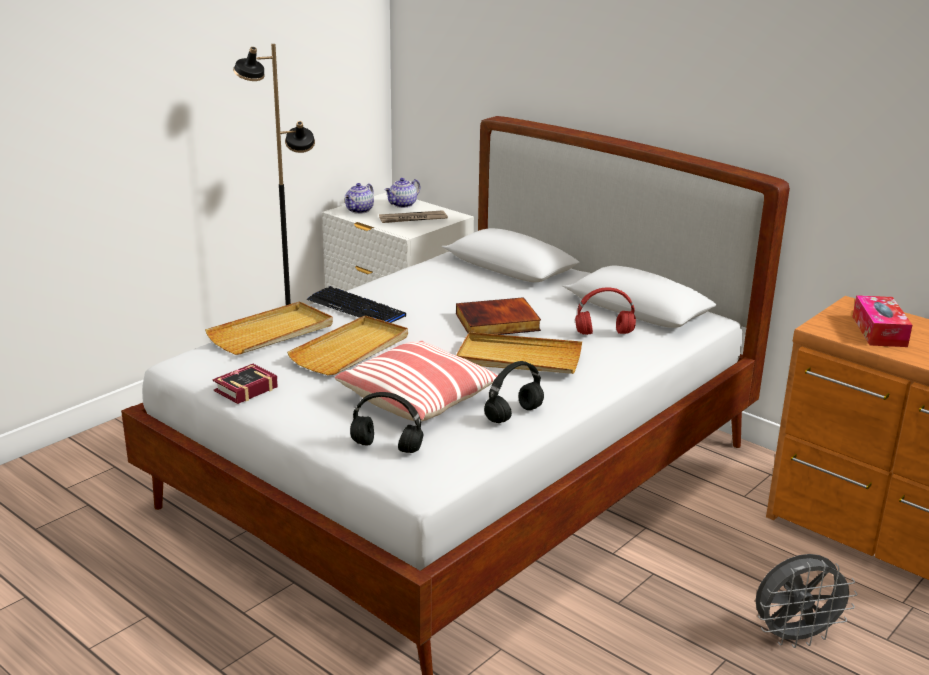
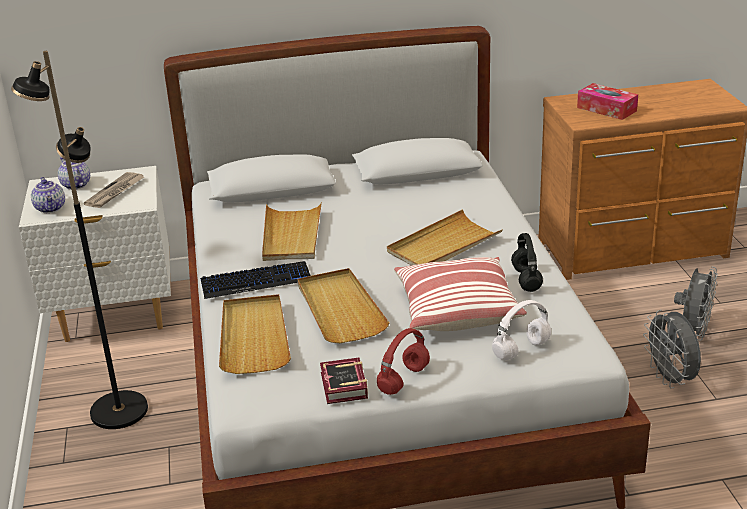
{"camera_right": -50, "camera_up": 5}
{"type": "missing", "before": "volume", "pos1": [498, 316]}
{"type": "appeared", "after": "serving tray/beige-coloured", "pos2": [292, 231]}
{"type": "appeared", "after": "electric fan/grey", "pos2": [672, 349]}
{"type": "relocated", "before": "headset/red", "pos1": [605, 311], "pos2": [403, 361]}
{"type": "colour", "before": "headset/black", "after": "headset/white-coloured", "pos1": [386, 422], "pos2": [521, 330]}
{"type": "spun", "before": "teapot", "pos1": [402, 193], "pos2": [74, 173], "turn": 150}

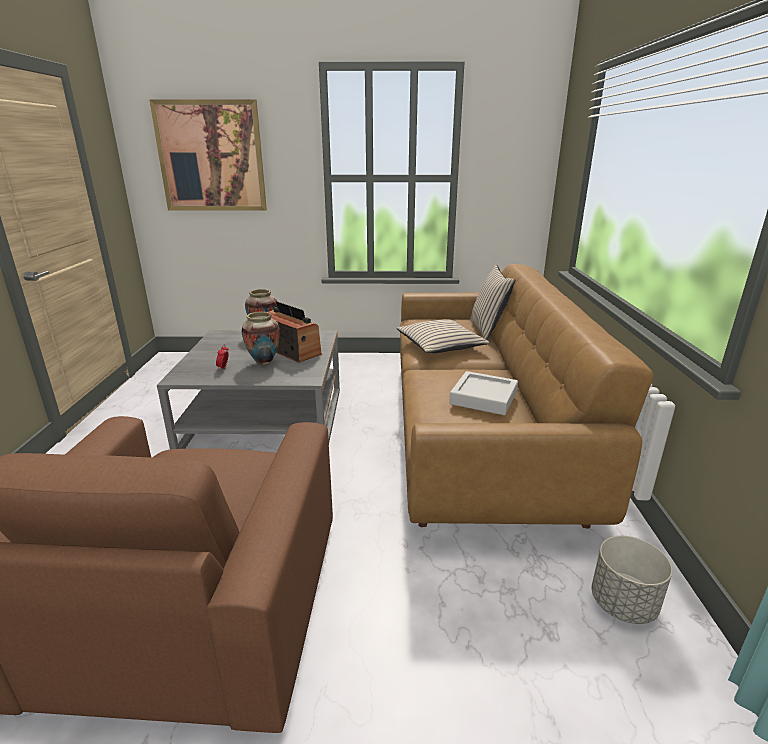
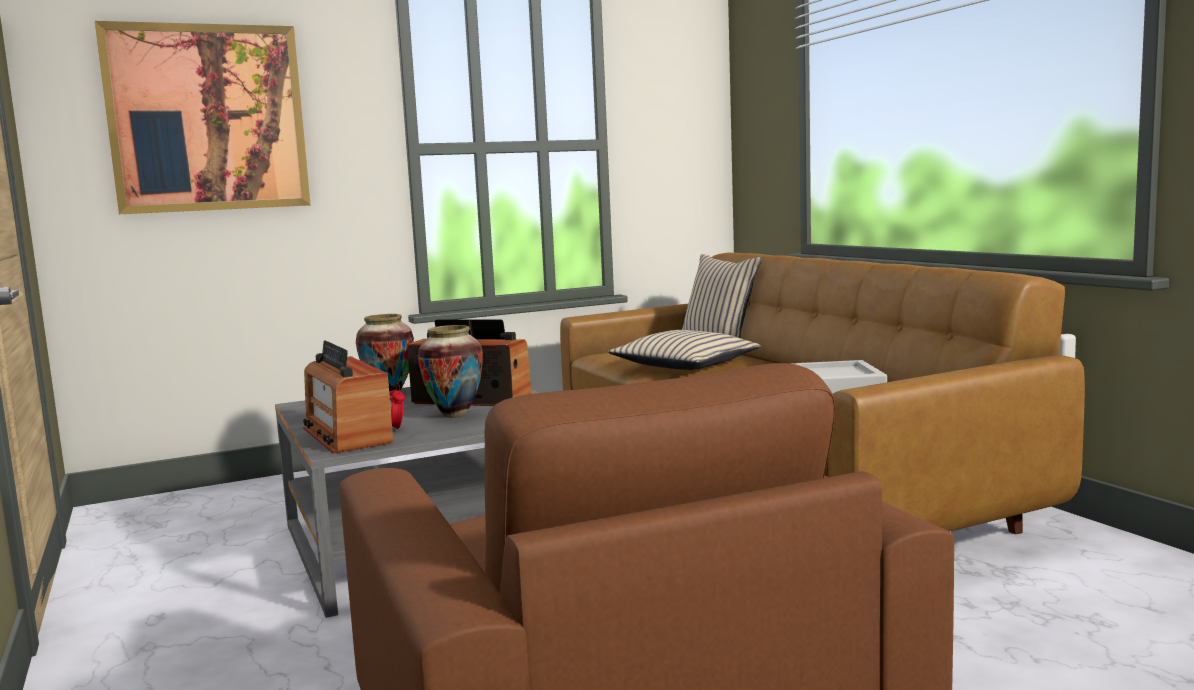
{"camera_right": -25, "camera_up": -15}
{"type": "missing", "before": "plant pot/grey", "pos1": [632, 580]}
{"type": "appeared", "after": "radio set", "pos2": [348, 396]}

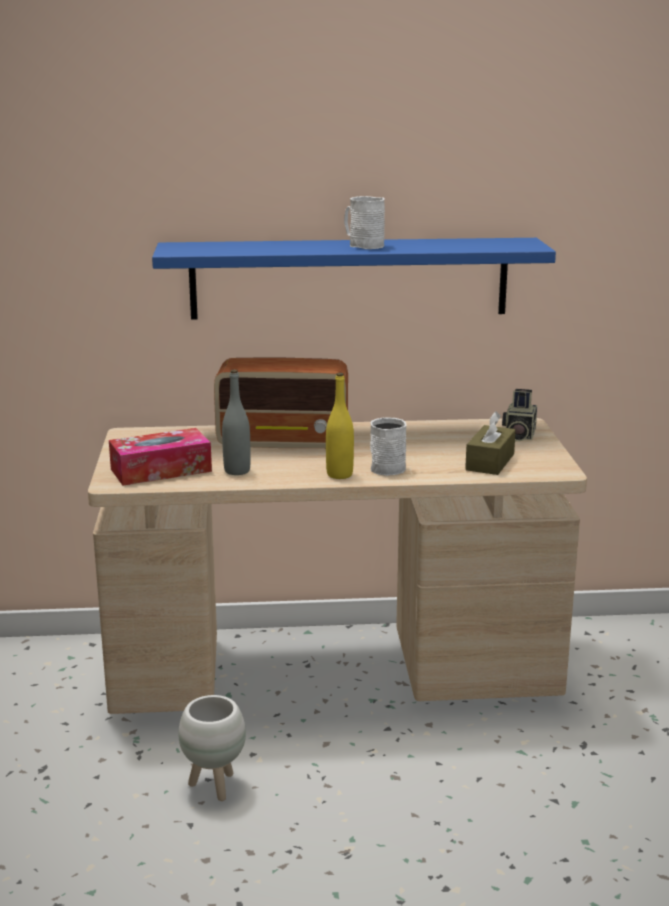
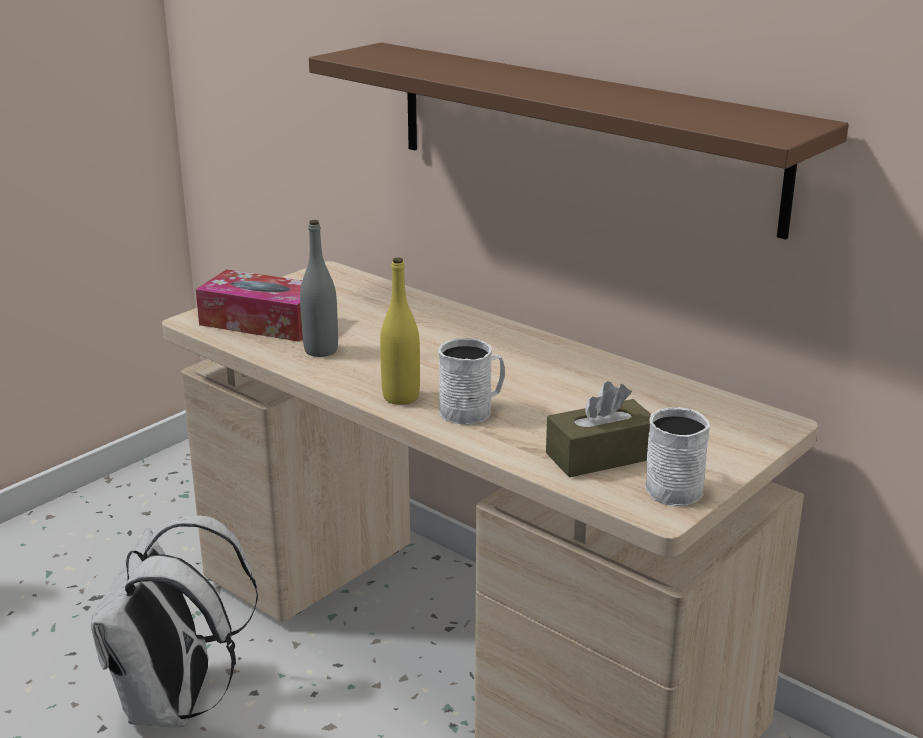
{"camera_right": 45, "camera_up": 5}
{"type": "missing", "before": "radio set", "pos1": [281, 403]}
{"type": "missing", "before": "still camera", "pos1": [519, 415]}
{"type": "relocated", "before": "tea mug/white-coloured", "pos1": [364, 222], "pos2": [677, 456]}
{"type": "exchanged", "before": "plant pot/white-coloured", "after": "backpack/white-coloured", "pos1": [212, 748], "pos2": [174, 621]}
{"type": "colour", "before": "shelf/blue", "after": "shelf/brownish", "pos1": [354, 279], "pos2": [579, 140]}

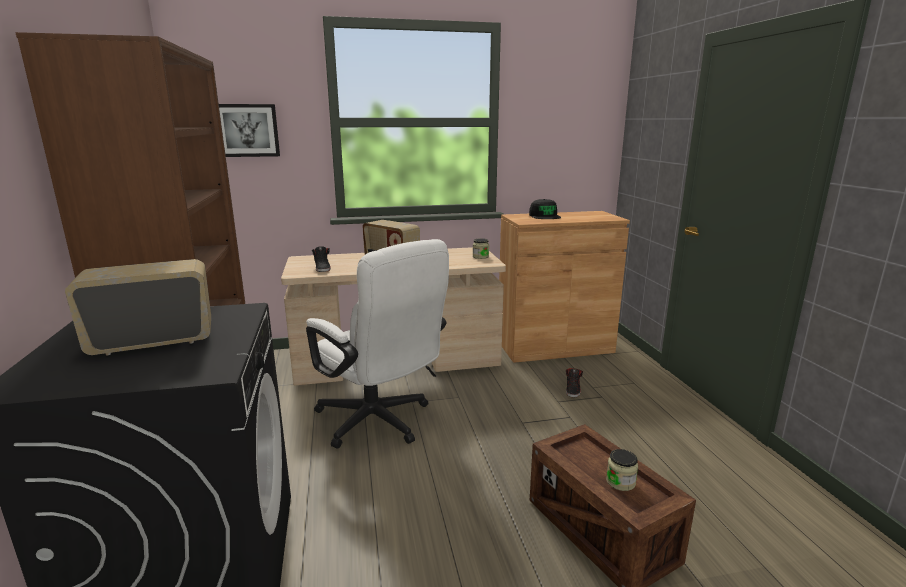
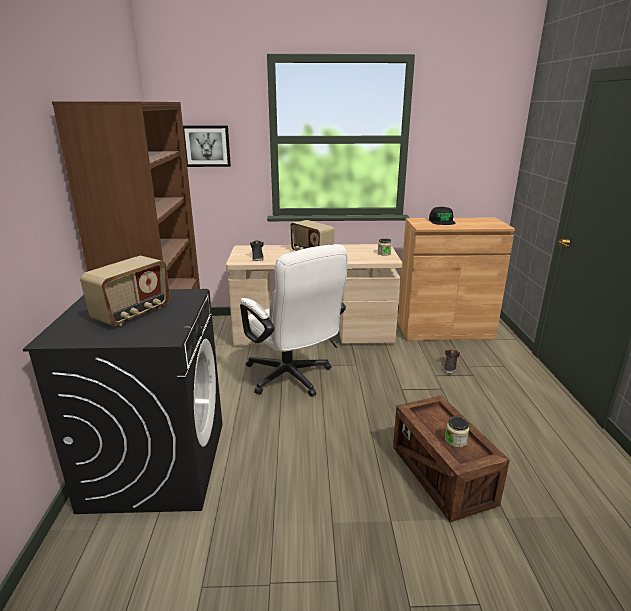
{"camera_right": 10, "camera_up": 5}
{"type": "spun", "before": "radio set", "pos1": [138, 307], "pos2": [125, 291], "turn": 135}

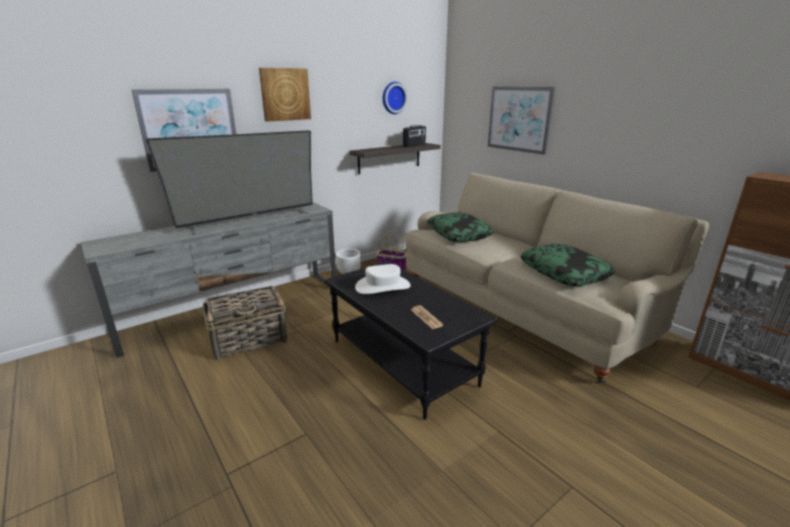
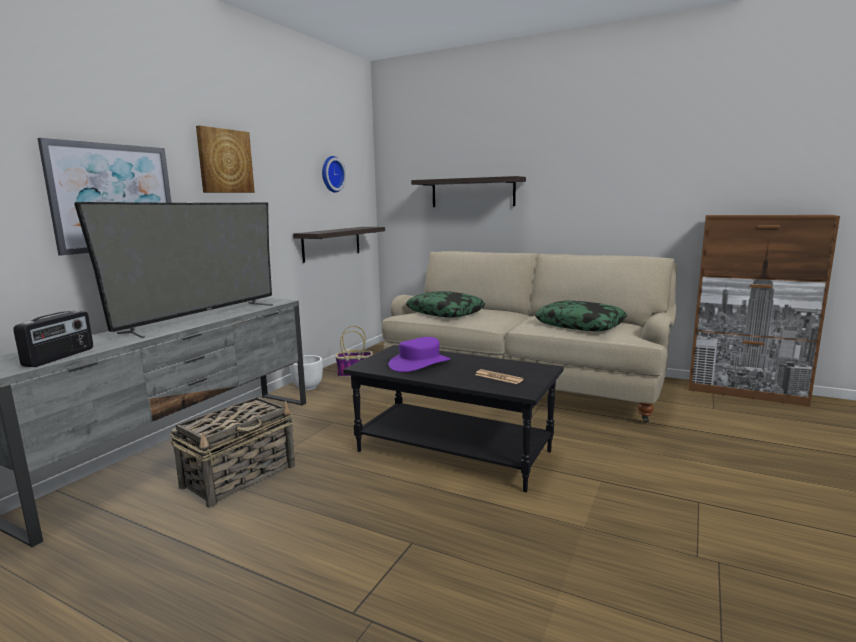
{"camera_right": -25, "camera_up": -10}
{"type": "relocated", "before": "radio set", "pos1": [414, 136], "pos2": [53, 338]}
{"type": "exchanged", "before": "wall picture", "after": "shelf", "pos1": [521, 120], "pos2": [468, 191]}
{"type": "colour", "before": "wearable hat/white-coloured", "after": "wearable hat/purple-coloured", "pos1": [383, 279], "pos2": [419, 354]}

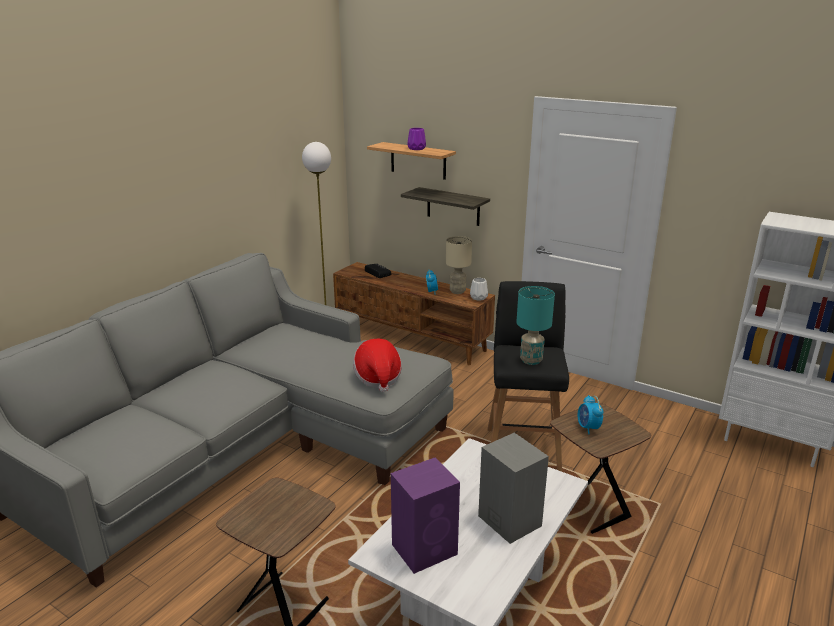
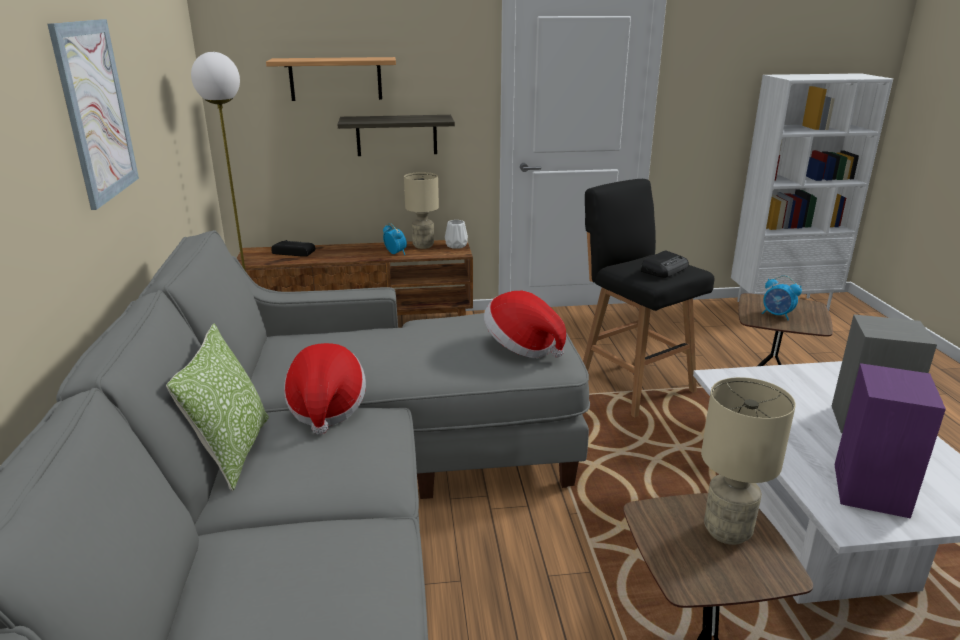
{"camera_right": -40, "camera_up": 0}
{"type": "missing", "before": "vase/purple-coloured", "pos1": [416, 139]}
{"type": "appeared", "after": "wall picture", "pos2": [93, 114]}
{"type": "appeared", "after": "pillow", "pos2": [217, 407]}
{"type": "appeared", "after": "wearable hat", "pos2": [325, 389]}
{"type": "appeared", "after": "tabletop lamp/beige-coloured", "pos2": [748, 461]}
{"type": "exchanged", "before": "tabletop lamp/turquoise", "after": "radio set", "pos1": [535, 325], "pos2": [665, 264]}

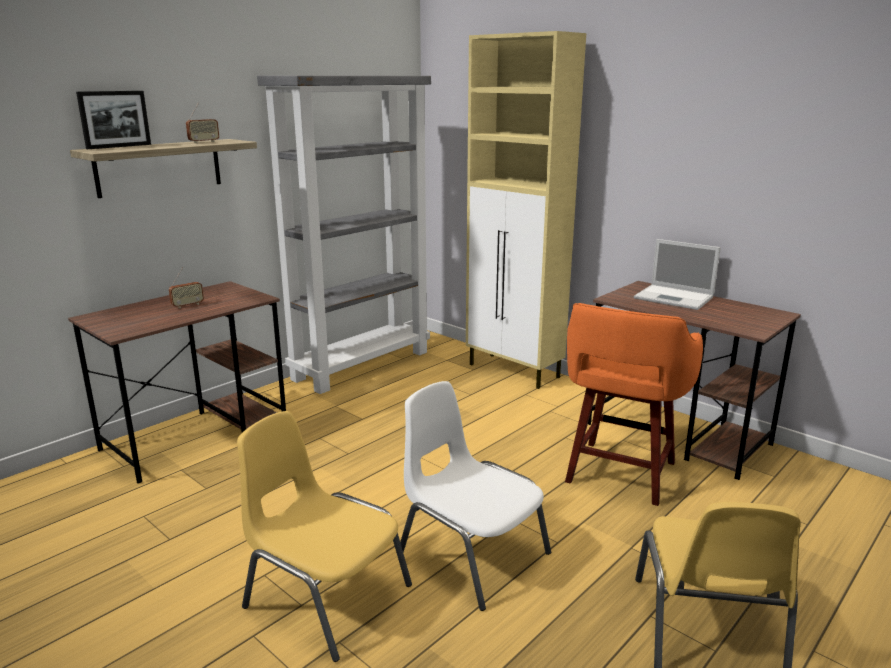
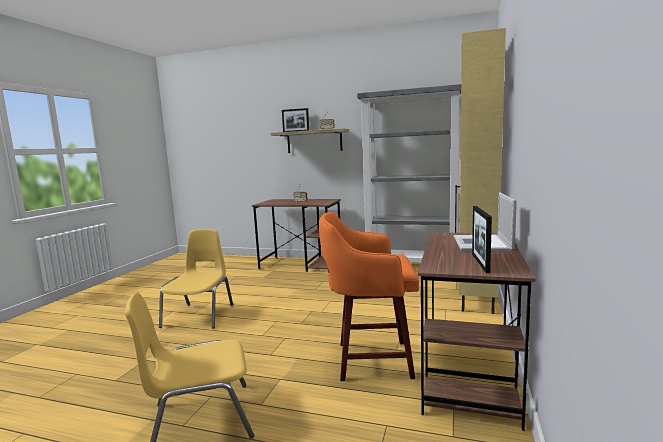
{"camera_right": 65, "camera_up": -10}
{"type": "missing", "before": "upright chair/white-coloured", "pos1": [475, 496]}
{"type": "appeared", "after": "picture frame", "pos2": [482, 239]}

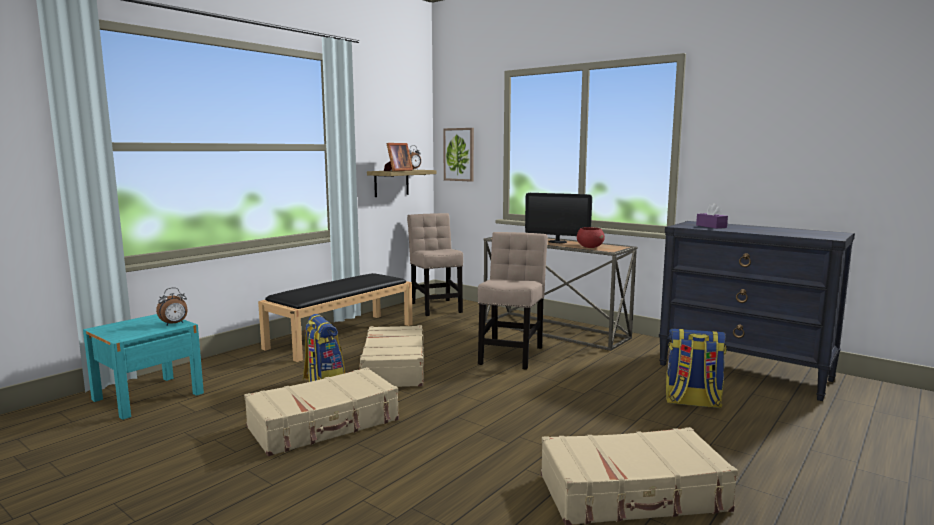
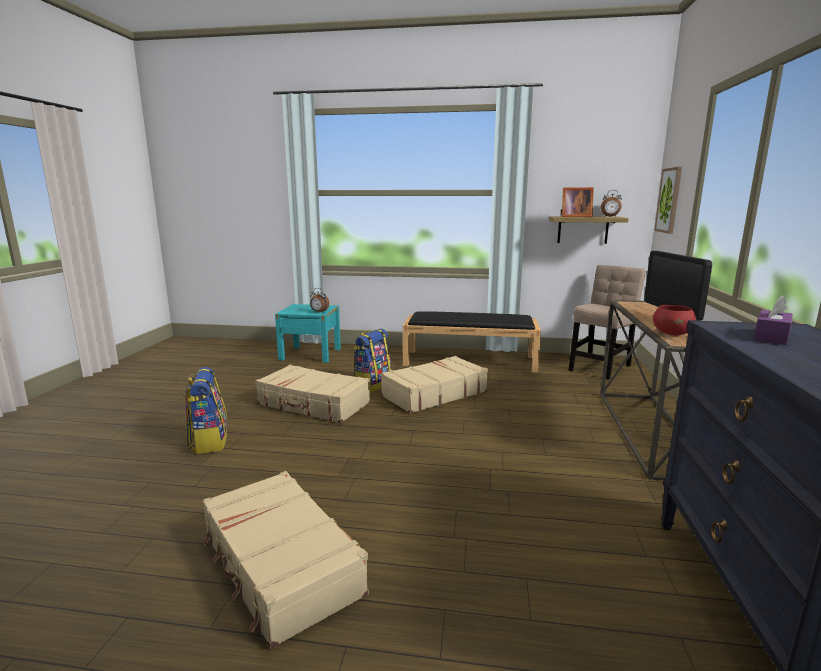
{"camera_right": 60, "camera_up": 5}
{"type": "missing", "before": "upright chair/beige-coloured", "pos1": [513, 301]}
{"type": "relocated", "before": "backpack", "pos1": [696, 368], "pos2": [206, 410]}

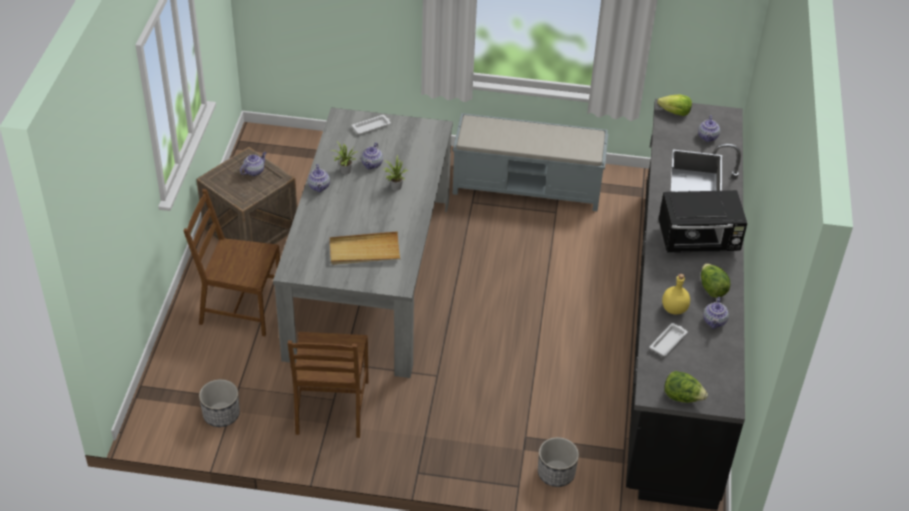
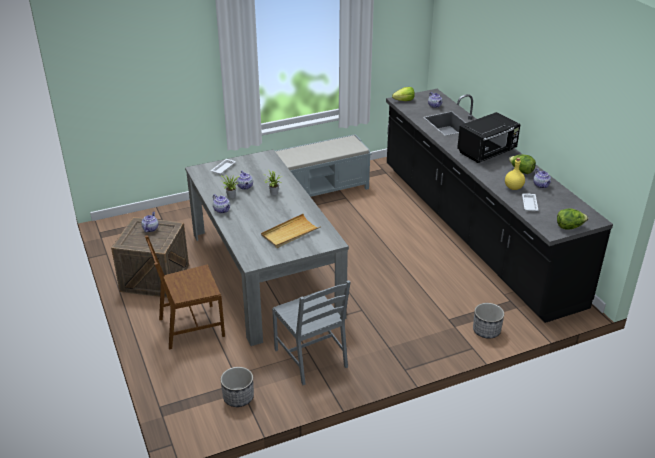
{"camera_right": -30, "camera_up": -10}
{"type": "colour", "before": "upright chair/brownish", "after": "upright chair/grey", "pos1": [328, 385], "pos2": [311, 332]}

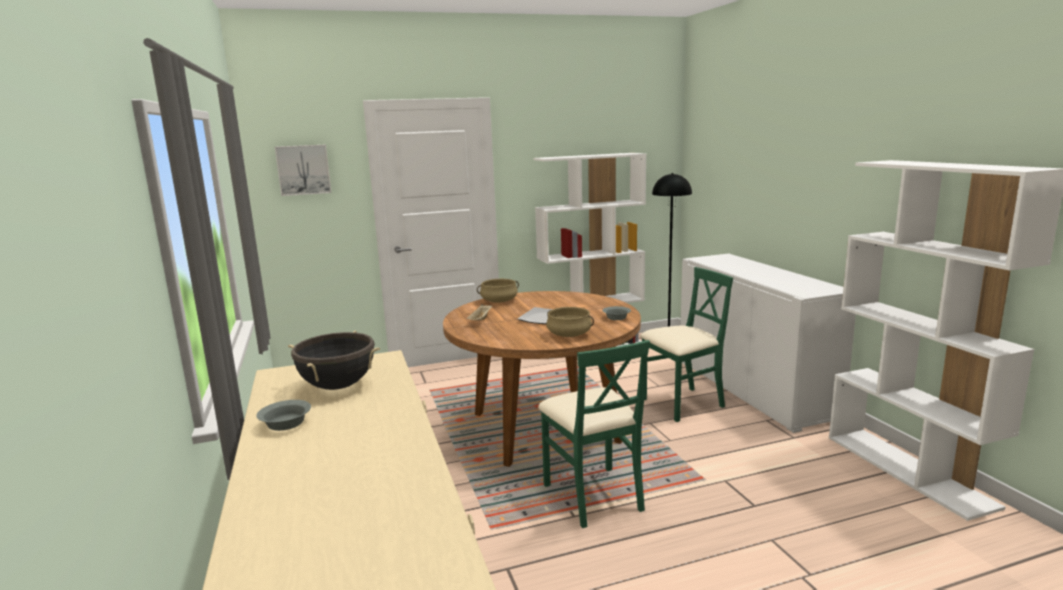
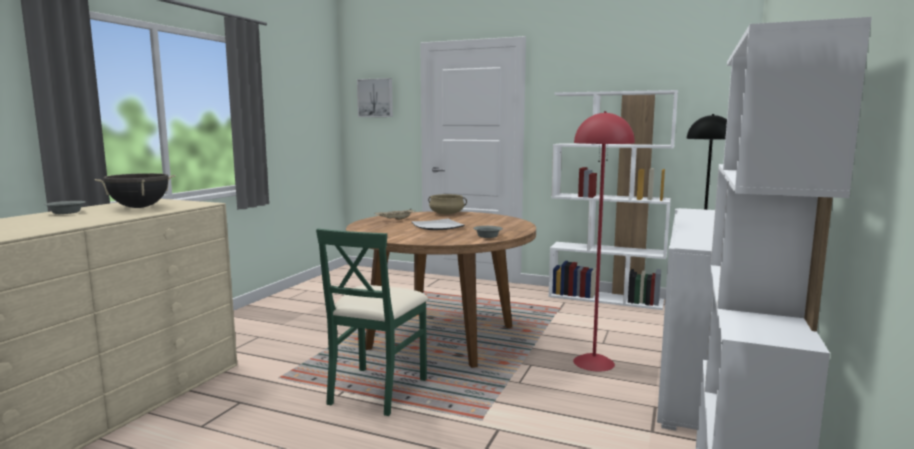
{"camera_right": 40, "camera_up": -5}
{"type": "missing", "before": "stockpot/beige-coloured", "pos1": [570, 322]}
{"type": "exchanged", "before": "upright chair/green-coloured", "after": "floor lamp/red", "pos1": [686, 344], "pos2": [604, 241]}

